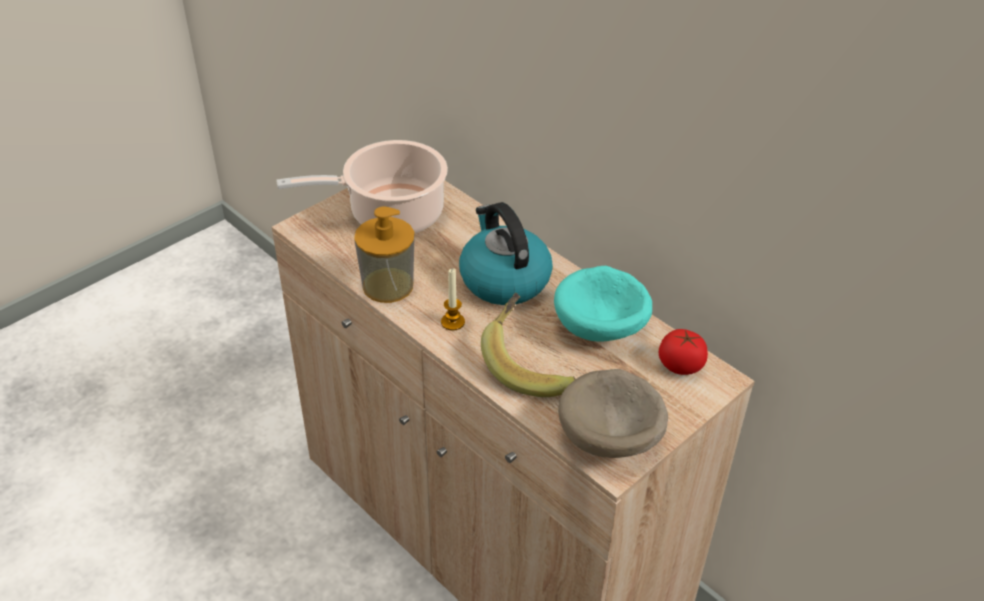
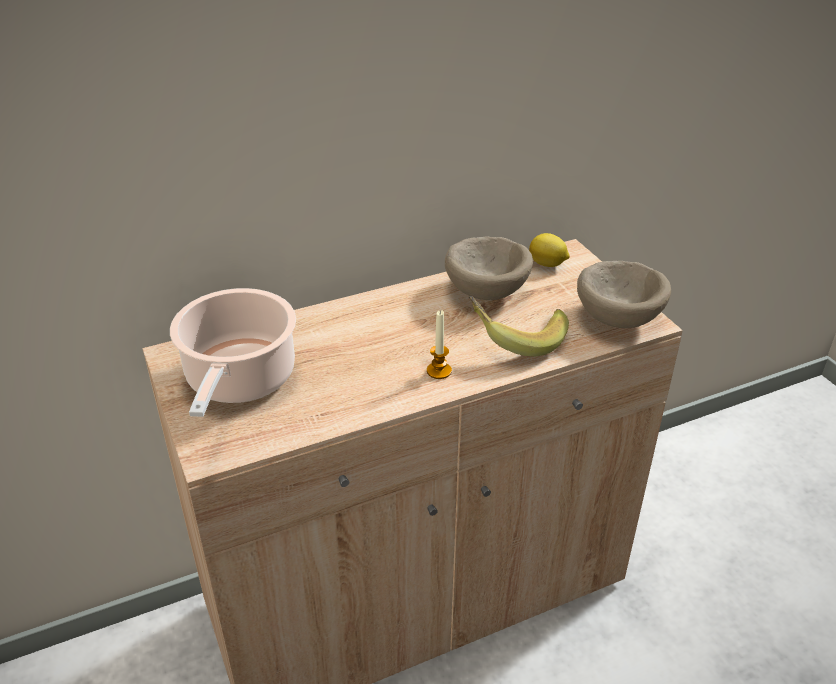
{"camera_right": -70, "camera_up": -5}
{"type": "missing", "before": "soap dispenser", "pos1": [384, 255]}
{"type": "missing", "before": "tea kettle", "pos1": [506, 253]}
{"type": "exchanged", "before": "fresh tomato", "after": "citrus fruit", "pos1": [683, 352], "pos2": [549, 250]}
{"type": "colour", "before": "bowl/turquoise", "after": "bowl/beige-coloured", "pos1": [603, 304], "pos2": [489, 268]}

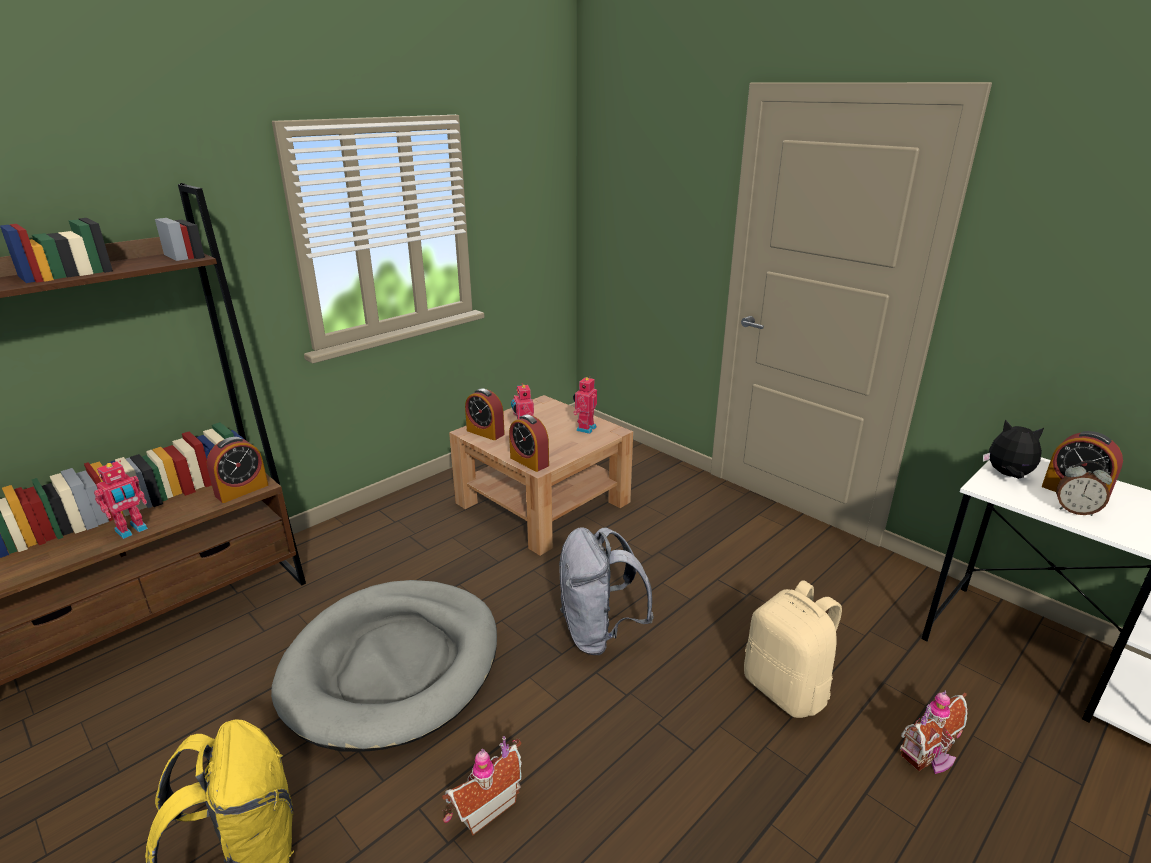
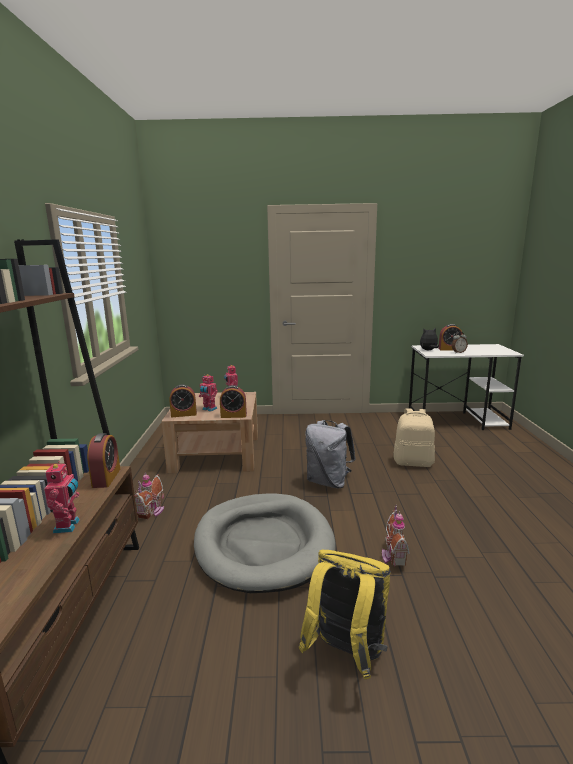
{"camera_right": -45, "camera_up": -10}
{"type": "relocated", "before": "model house", "pos1": [934, 732], "pos2": [149, 495]}

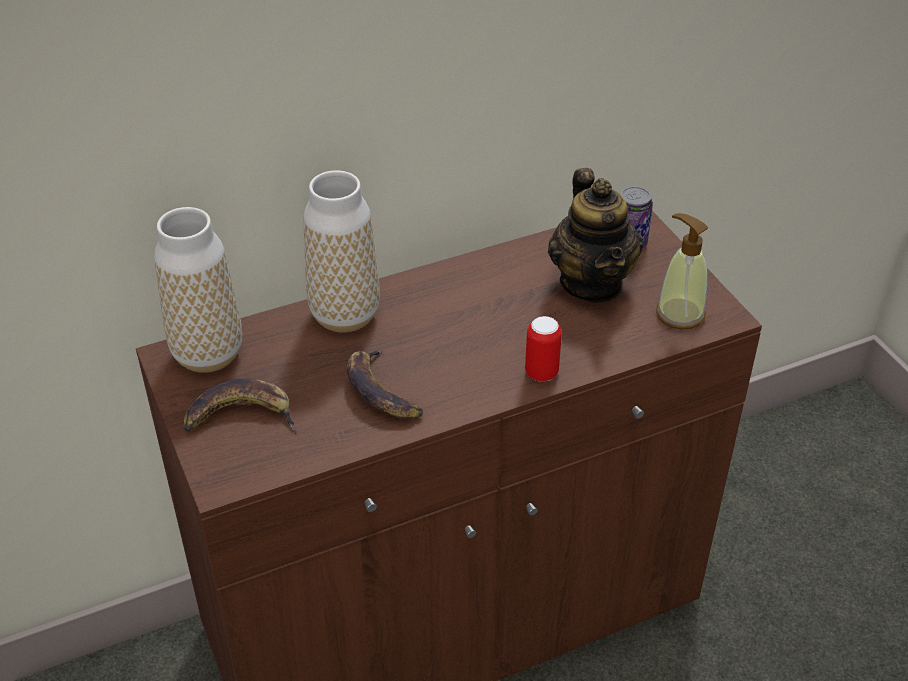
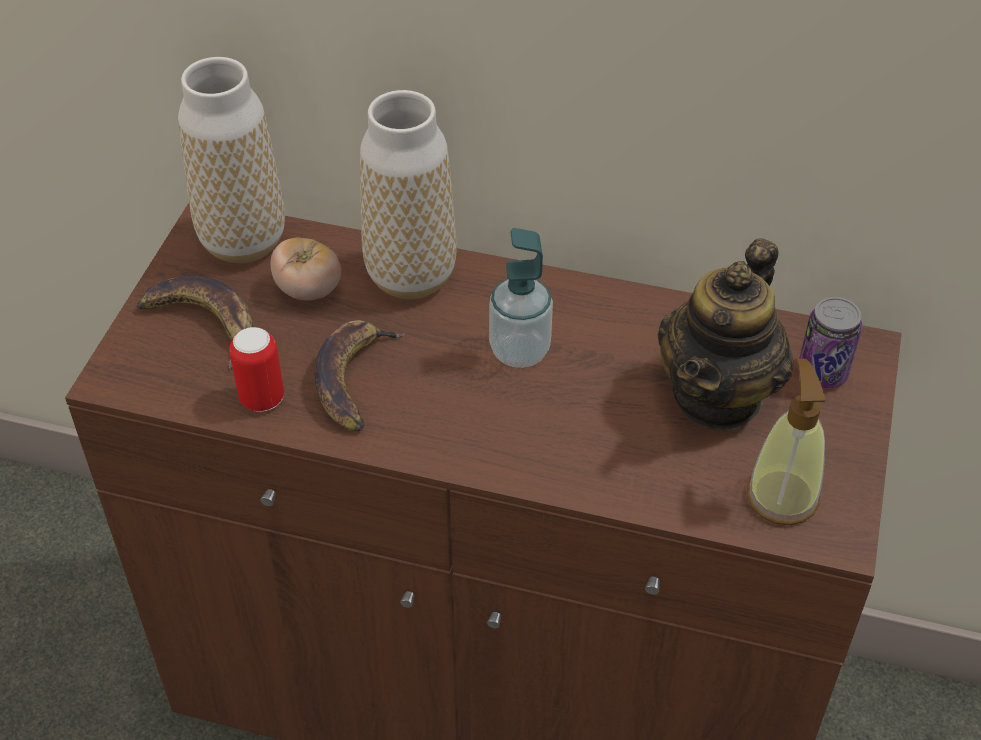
{"camera_right": 40, "camera_up": 5}
{"type": "appeared", "after": "fresh tomato", "pos2": [305, 268]}
{"type": "appeared", "after": "soap dispenser", "pos2": [521, 298]}
{"type": "relocated", "before": "metal can", "pos1": [543, 349], "pos2": [256, 369]}

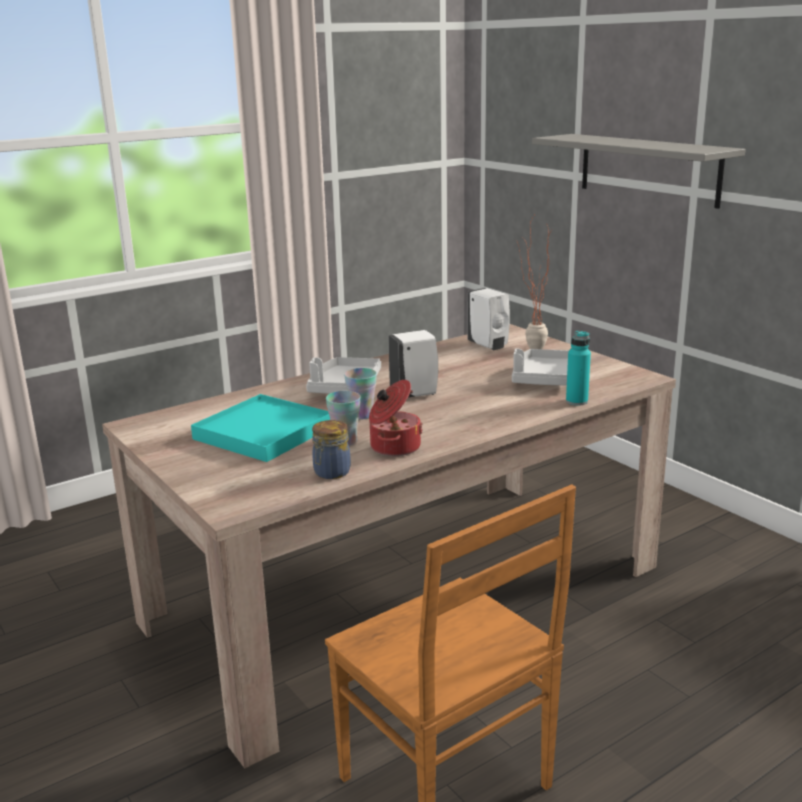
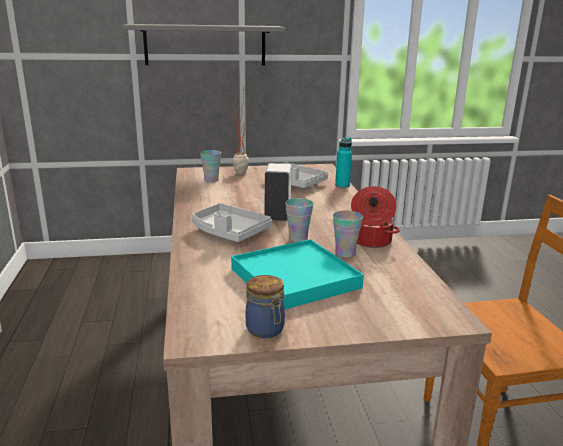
{"camera_right": -65, "camera_up": 0}
{"type": "relocated", "before": "storage jar", "pos1": [331, 449], "pos2": [265, 306]}
{"type": "exchanged", "before": "soap dispenser/white-coloured", "after": "drinking cup", "pos1": [489, 319], "pos2": [210, 166]}

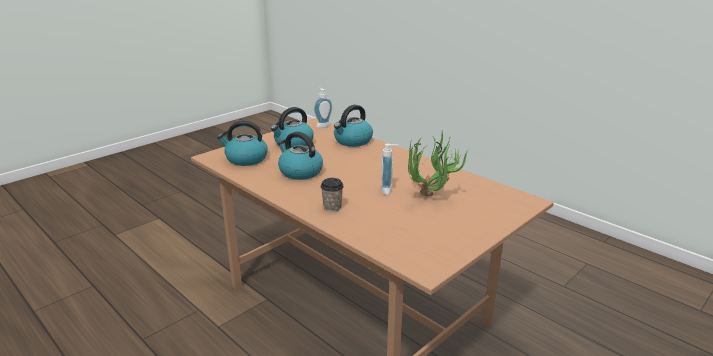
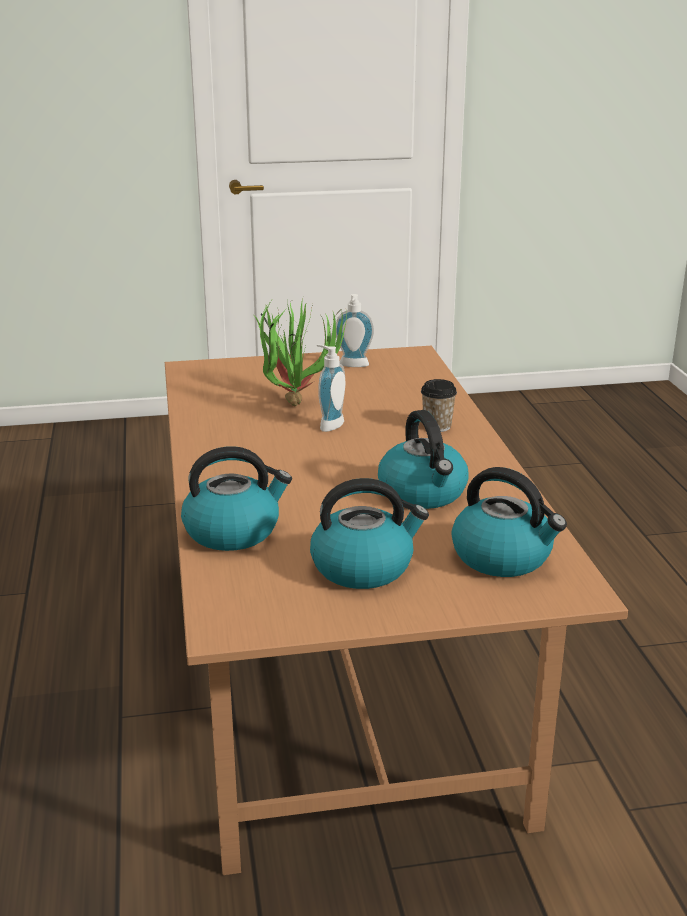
{"camera_right": -145, "camera_up": 0}
{"type": "relocated", "before": "soap dispenser", "pos1": [323, 108], "pos2": [355, 330]}

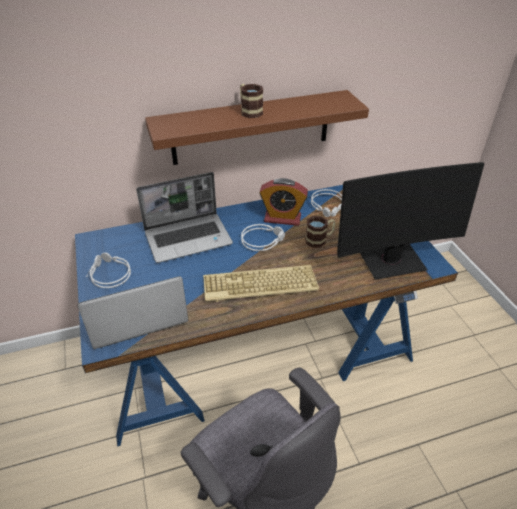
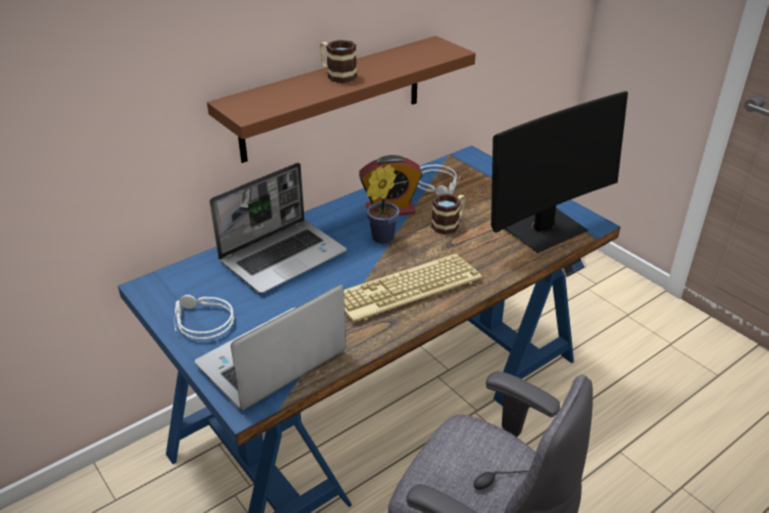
{"camera_right": -20, "camera_up": -5}
{"type": "exchanged", "before": "headset/grey", "after": "plant in a pot", "pos1": [263, 237], "pos2": [383, 204]}

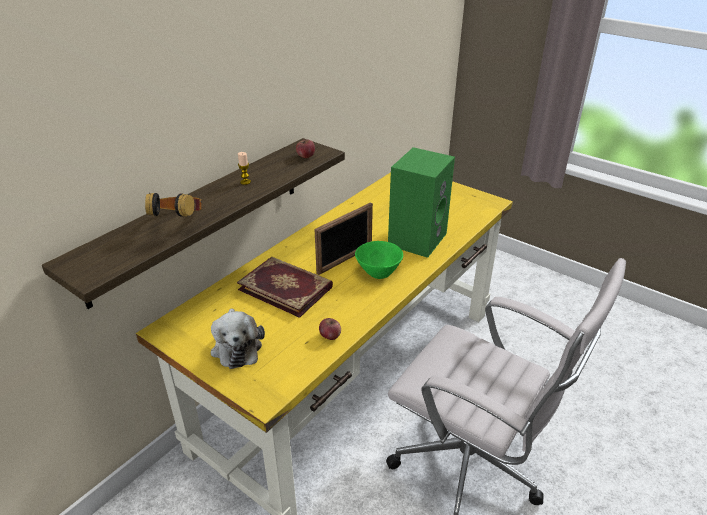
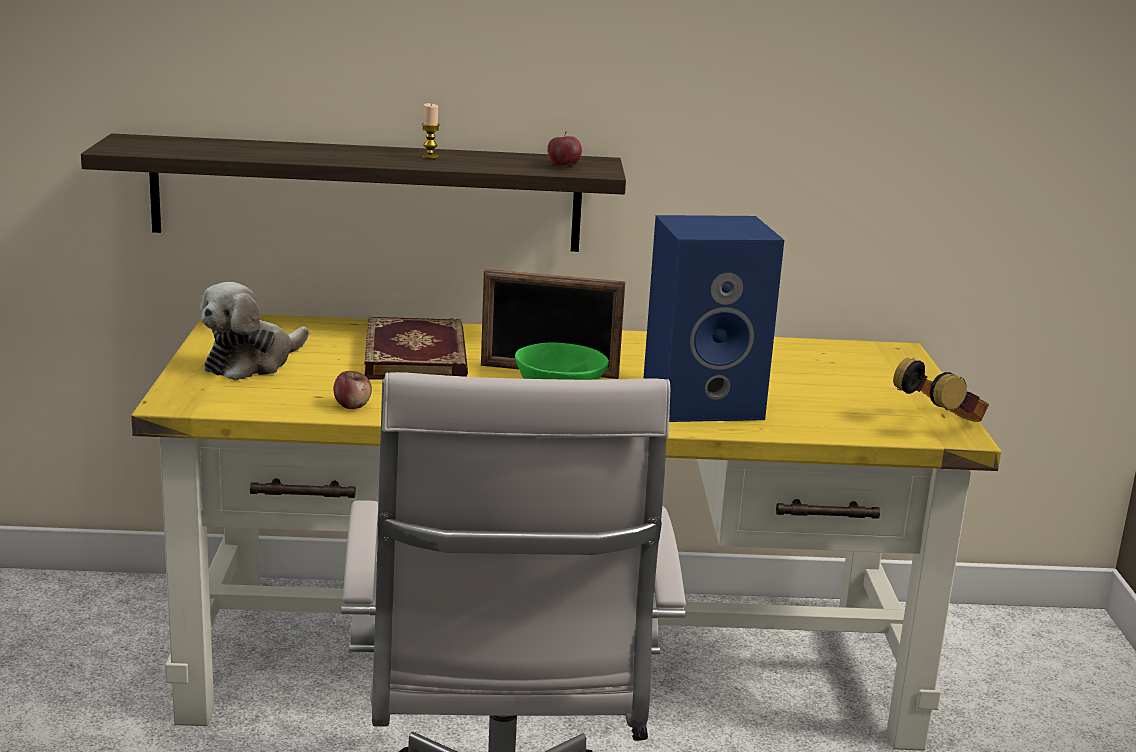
{"camera_right": 50, "camera_up": -15}
{"type": "relocated", "before": "headset", "pos1": [173, 205], "pos2": [941, 390]}
{"type": "colour", "before": "loudspeaker/green-coloured", "after": "loudspeaker/blue", "pos1": [421, 202], "pos2": [713, 318]}

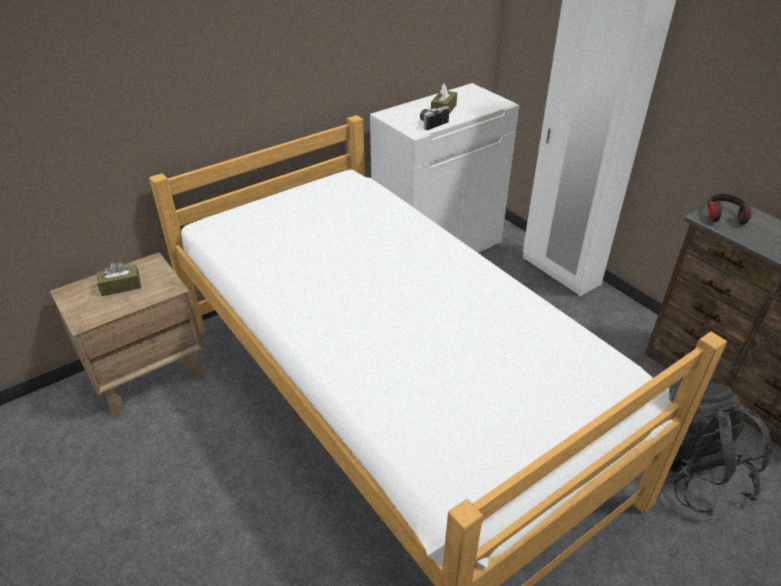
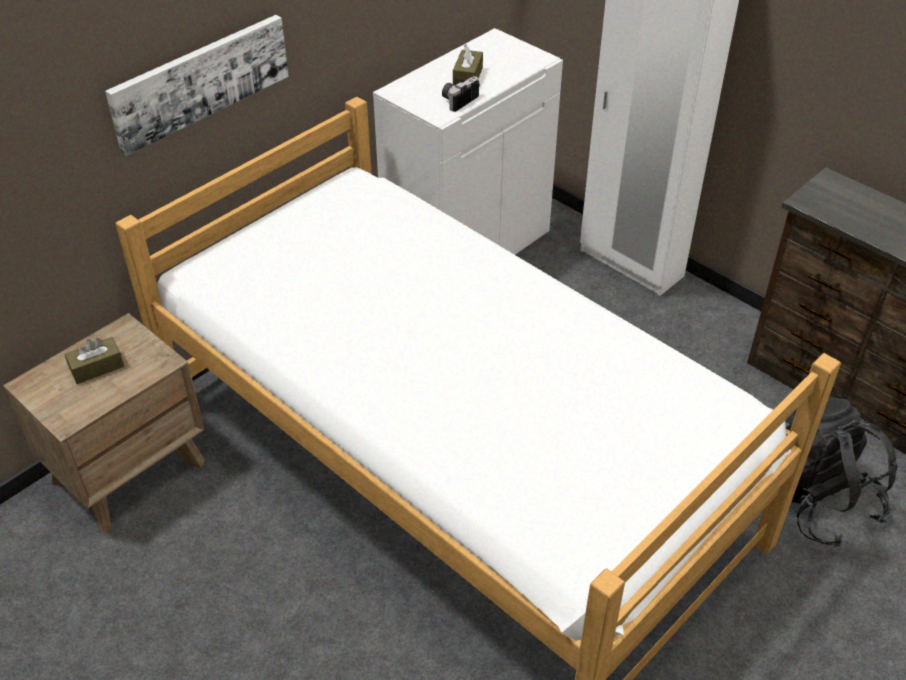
{"camera_right": -10, "camera_up": 5}
{"type": "missing", "before": "headset", "pos1": [729, 209]}
{"type": "appeared", "after": "wall picture", "pos2": [197, 85]}

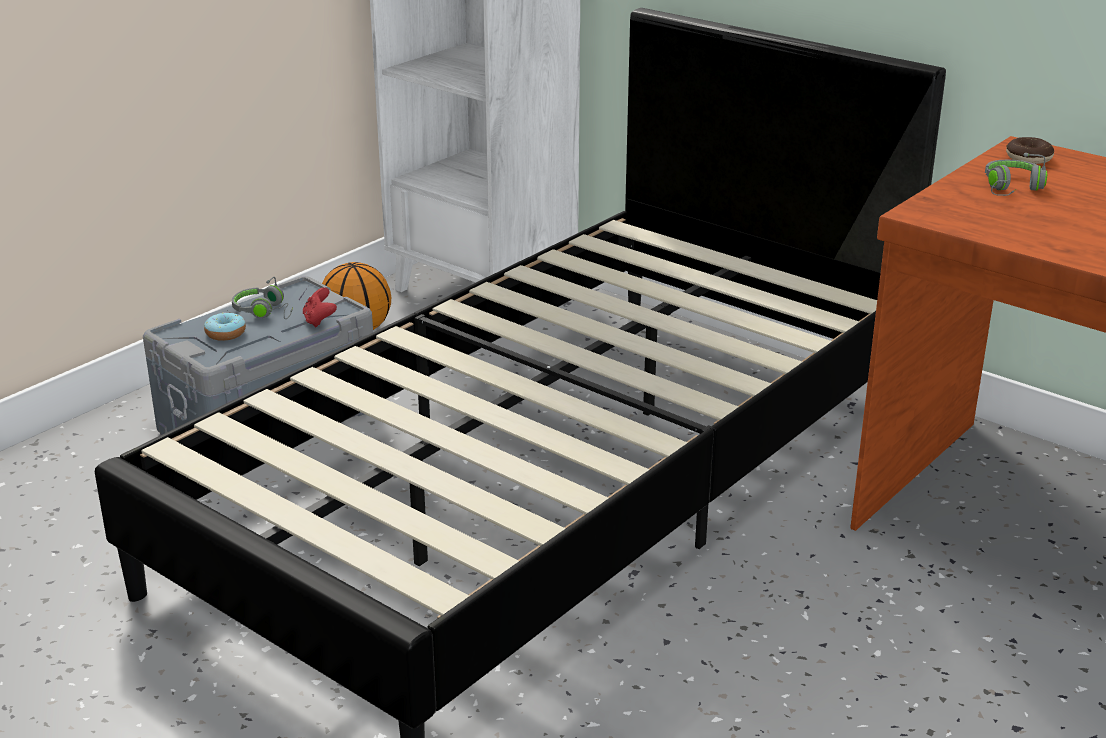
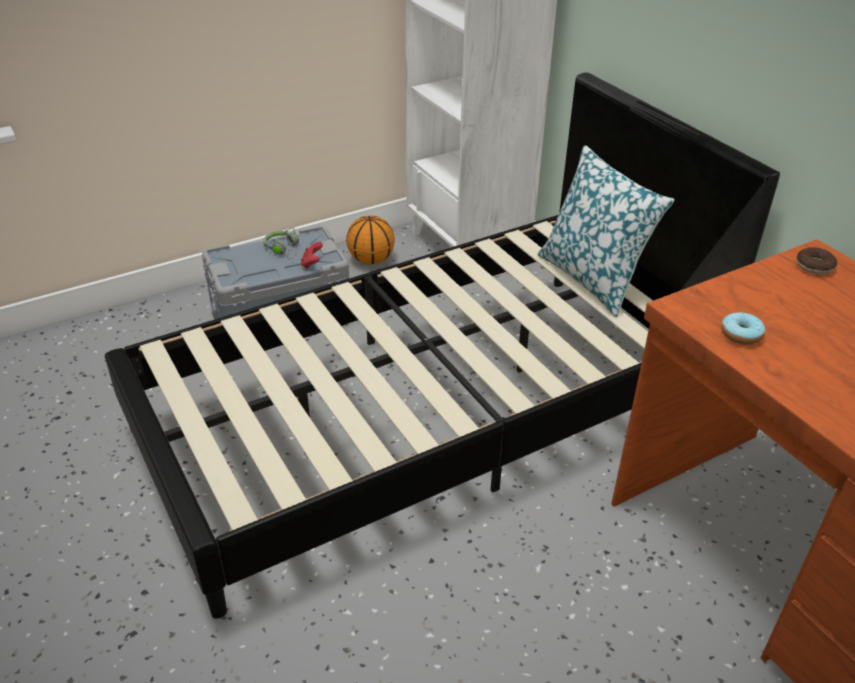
{"camera_right": 20, "camera_up": 10}
{"type": "missing", "before": "headset/grey", "pos1": [1016, 174]}
{"type": "appeared", "after": "pillow", "pos2": [606, 231]}
{"type": "relocated", "before": "doughnut", "pos1": [225, 327], "pos2": [743, 328]}

